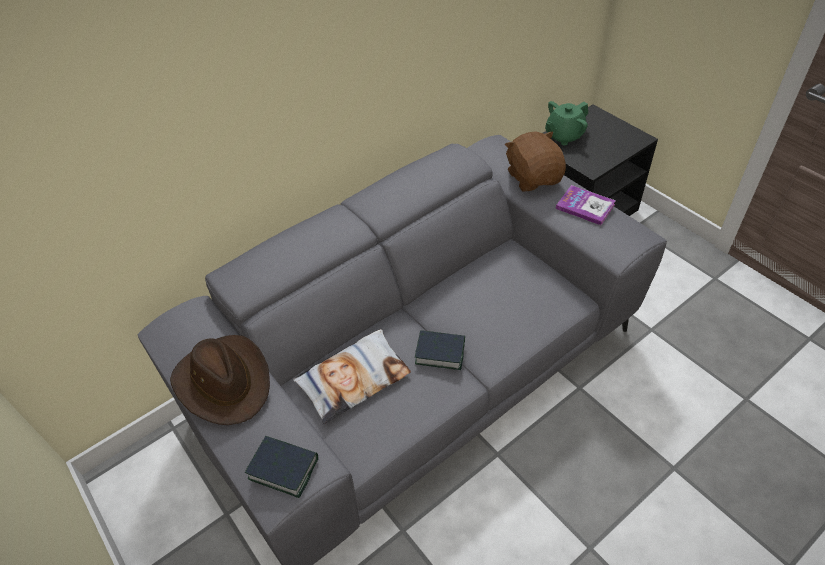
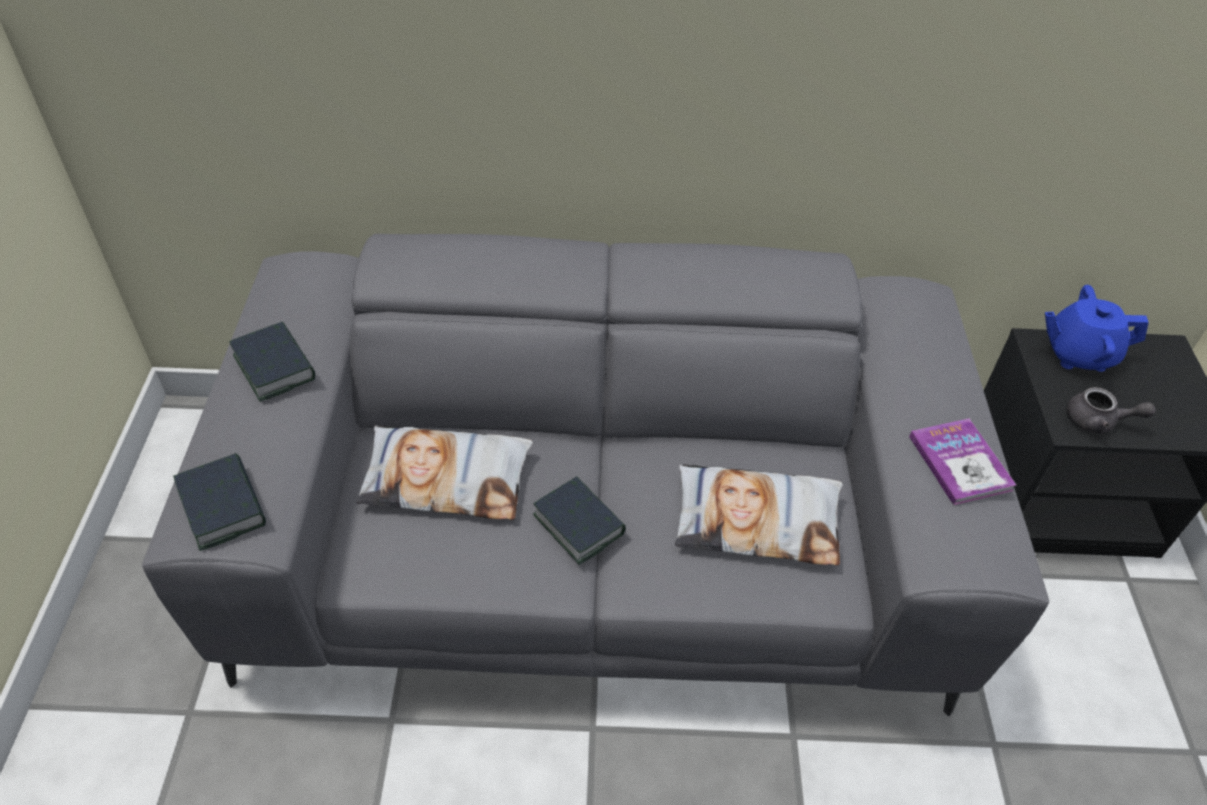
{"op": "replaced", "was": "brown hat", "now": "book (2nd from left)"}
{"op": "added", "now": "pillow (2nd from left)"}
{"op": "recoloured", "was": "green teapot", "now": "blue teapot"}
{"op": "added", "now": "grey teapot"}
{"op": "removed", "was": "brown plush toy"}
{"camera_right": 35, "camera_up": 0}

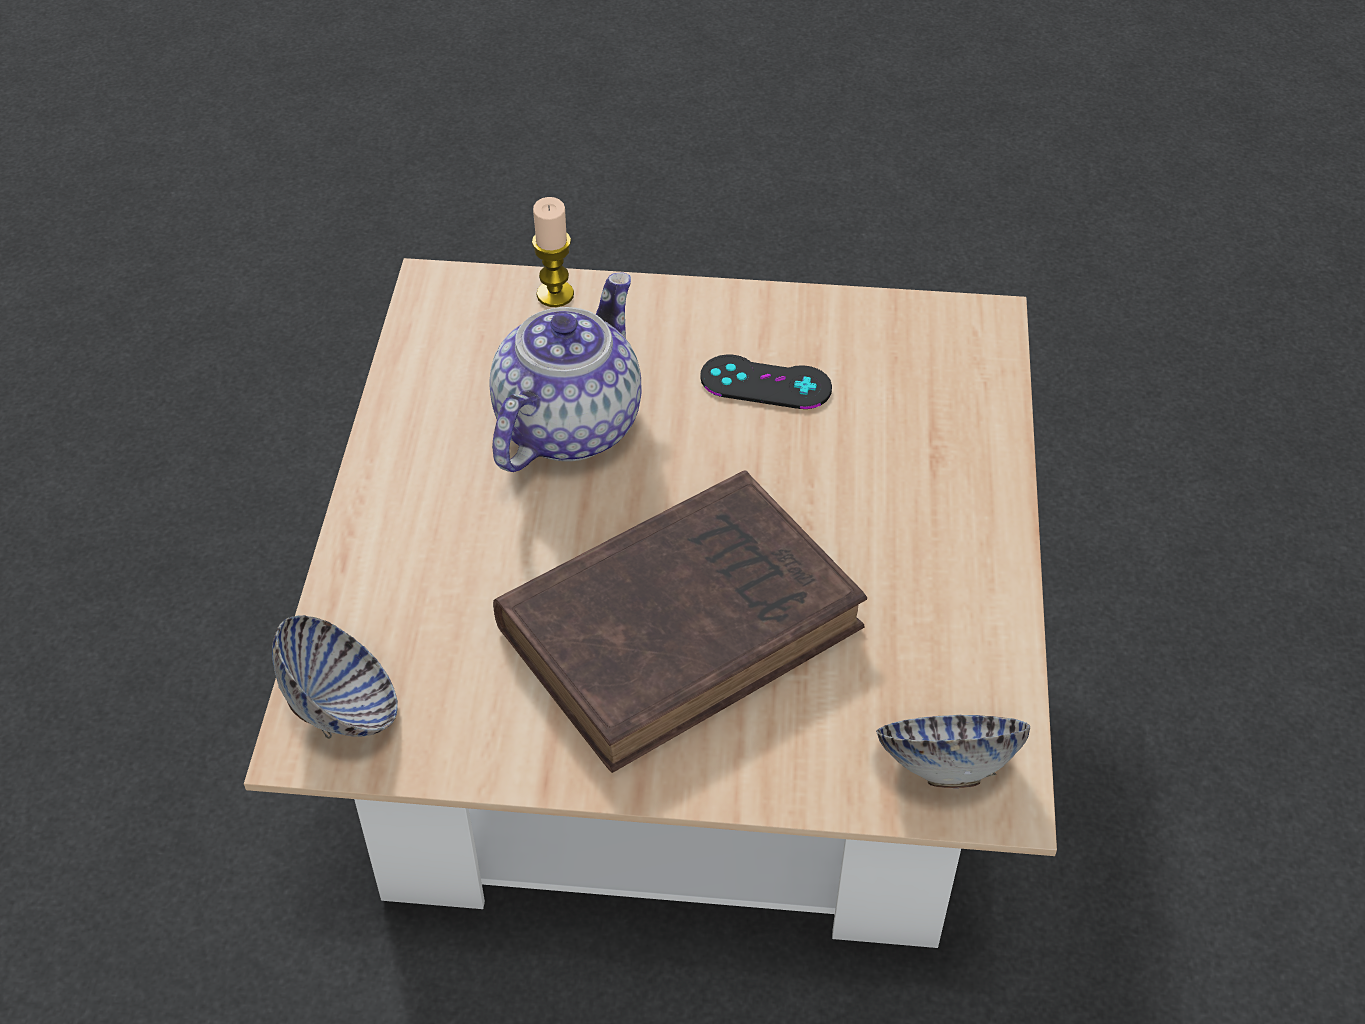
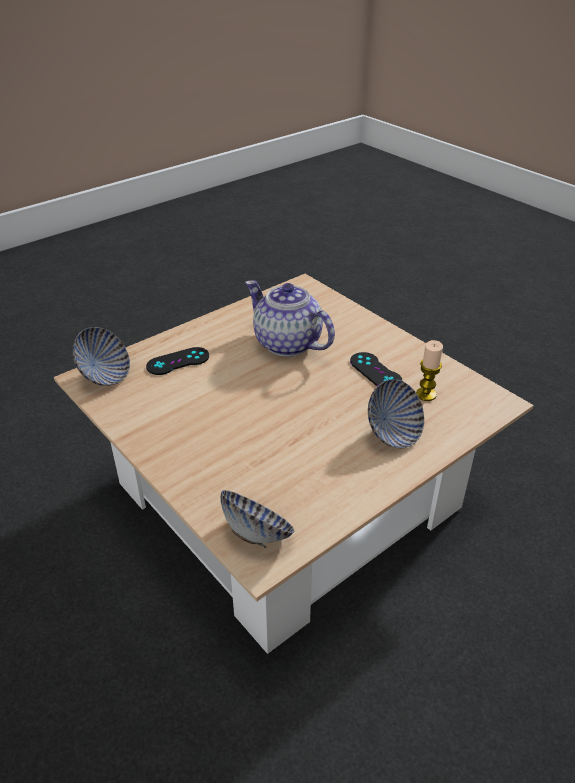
{"op": "added", "now": "black game controller (1st from left)"}
{"op": "turned", "was": "teapot", "clockwise": -120}
{"op": "added", "now": "bowl (3rd from left)"}
{"op": "moved", "was": "candle"}
{"op": "removed", "was": "brown book"}
{"camera_right": 45, "camera_up": -10}

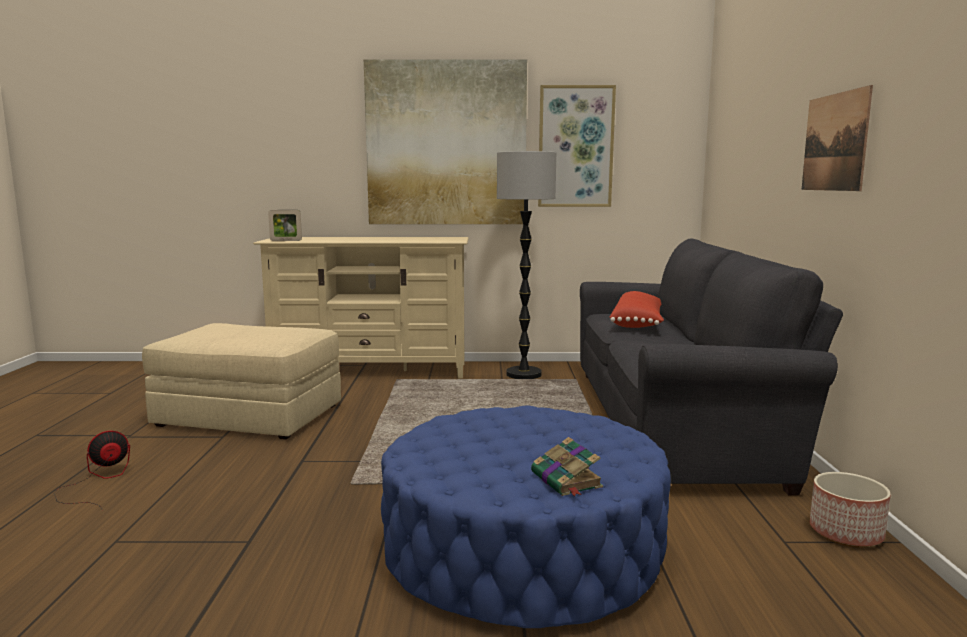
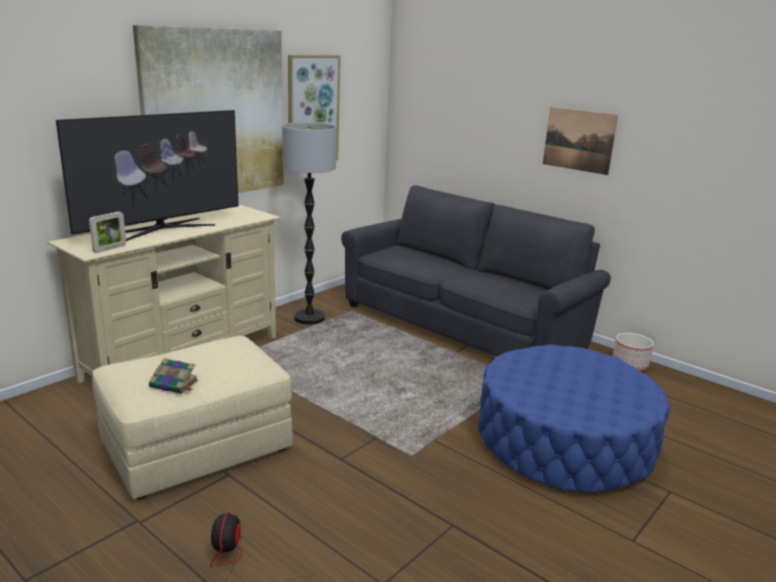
{"op": "added", "now": "television"}
{"op": "moved", "was": "book"}
{"op": "removed", "was": "red pillow"}
{"camera_right": -50, "camera_up": 10}

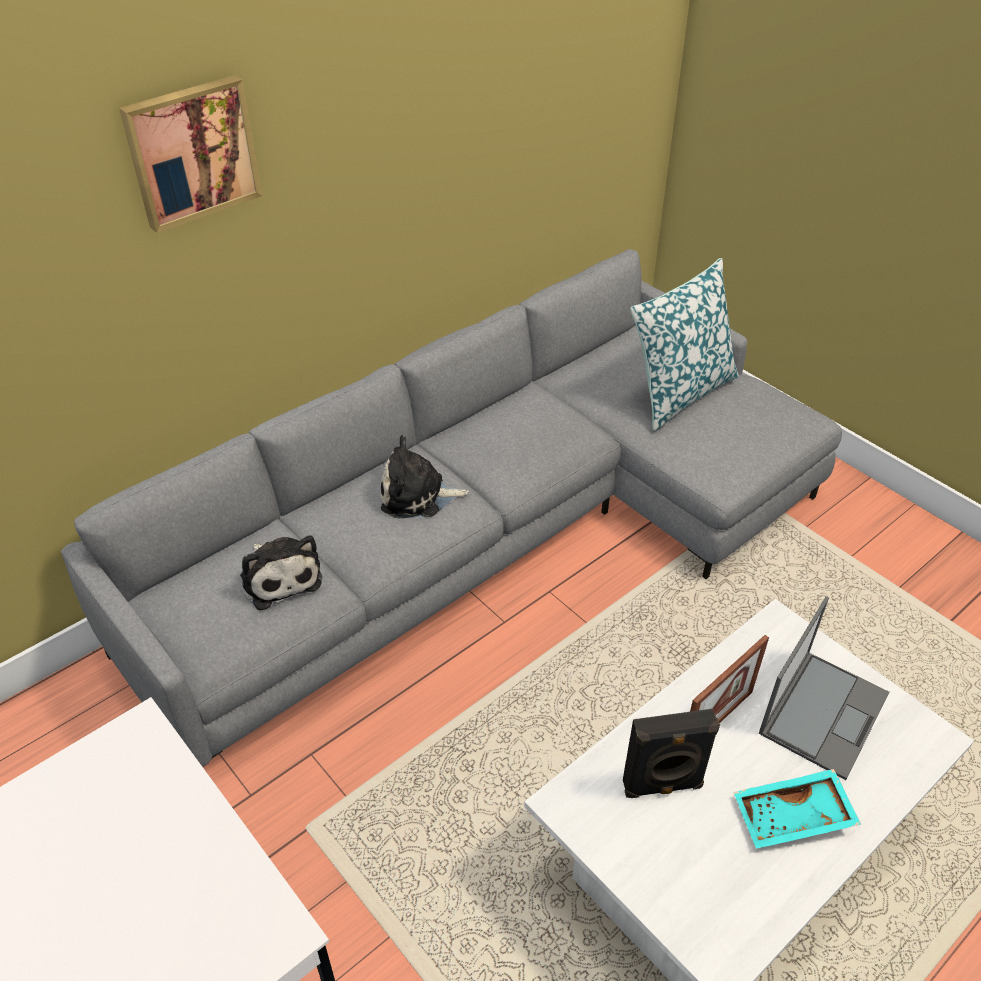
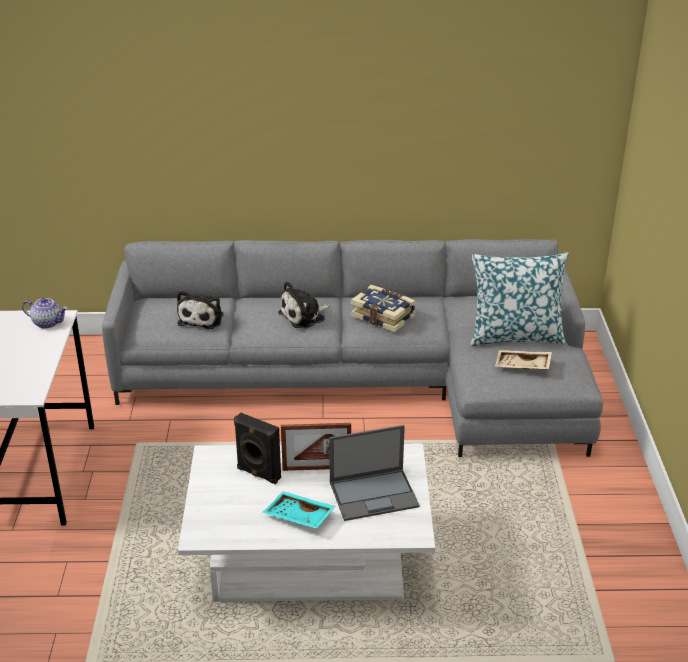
{"op": "added", "now": "teapot"}
{"op": "turned", "was": "plush toy (2nd from left)", "clockwise": -75}
{"op": "added", "now": "book"}
{"op": "added", "now": "beige tray"}
{"op": "removed", "was": "picture"}
{"camera_right": 40, "camera_up": -10}

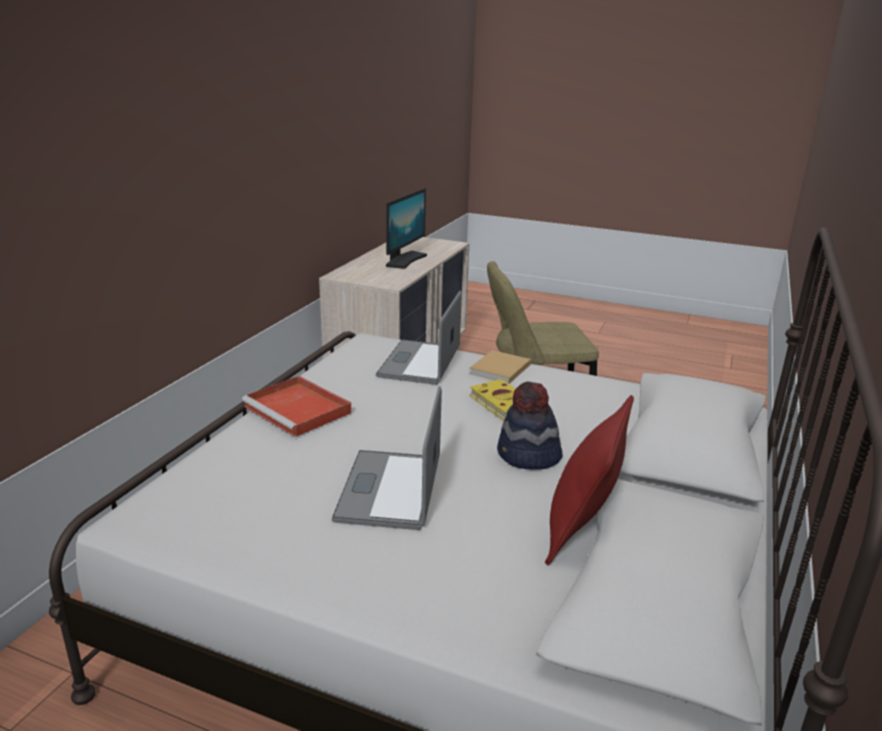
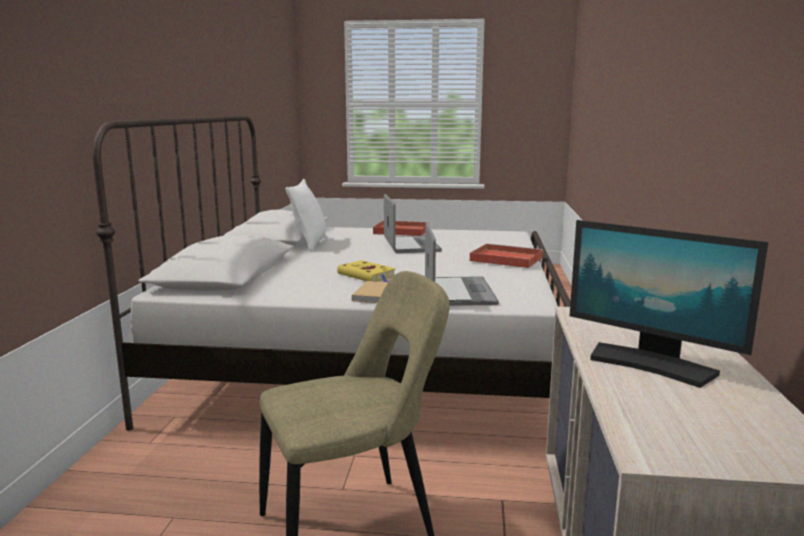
{"op": "recoloured", "was": "red pillow", "now": "white pillow"}
{"op": "added", "now": "red tray (1st from left)"}
{"op": "turned", "was": "monitor", "clockwise": -60}
{"op": "removed", "was": "hat"}
{"camera_right": 165, "camera_up": -10}

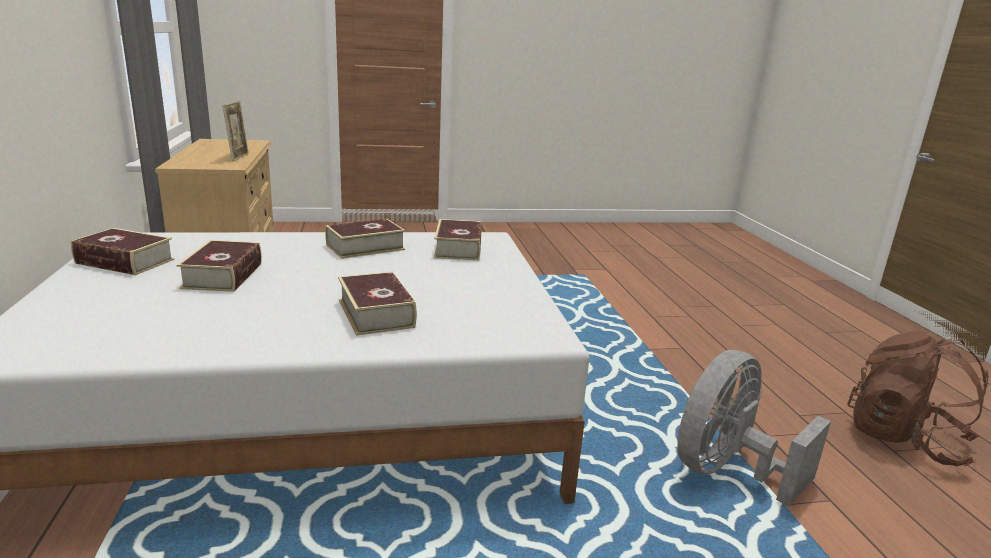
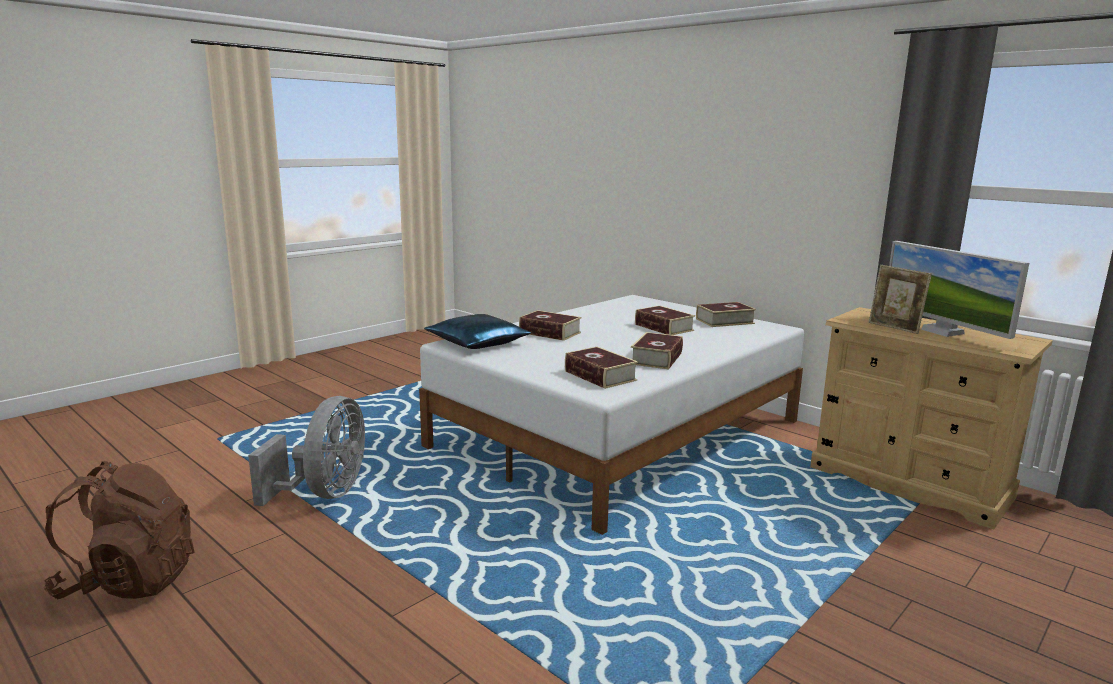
{"op": "added", "now": "blue pillow"}
{"op": "added", "now": "monitor"}
{"camera_right": 145, "camera_up": -5}

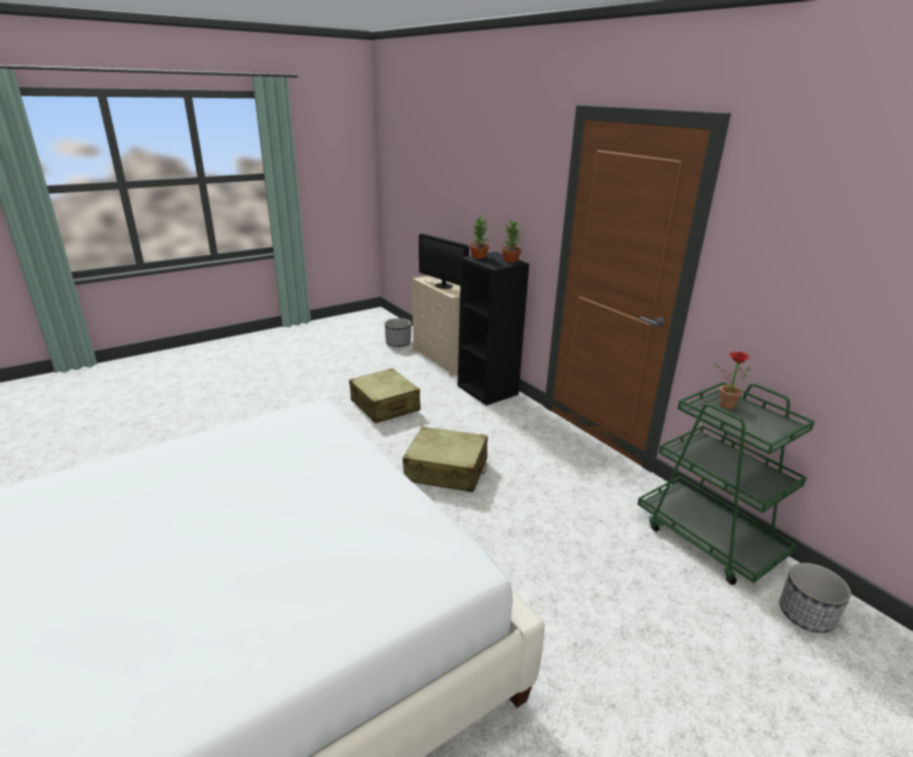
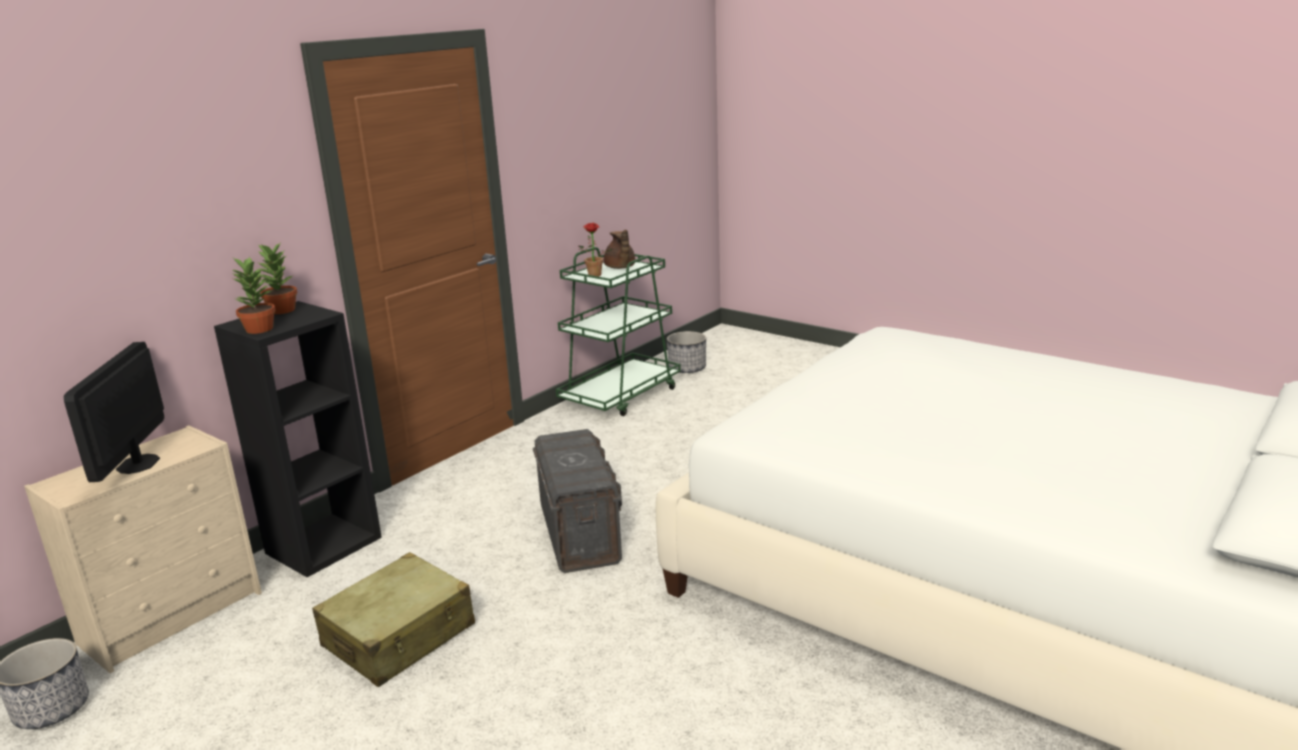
{"op": "turned", "was": "monitor", "clockwise": 150}
{"op": "replaced", "was": "beige suitcase (2nd from left)", "now": "grey storage box"}
{"op": "added", "now": "brown teapot"}
{"camera_right": -105, "camera_up": -5}

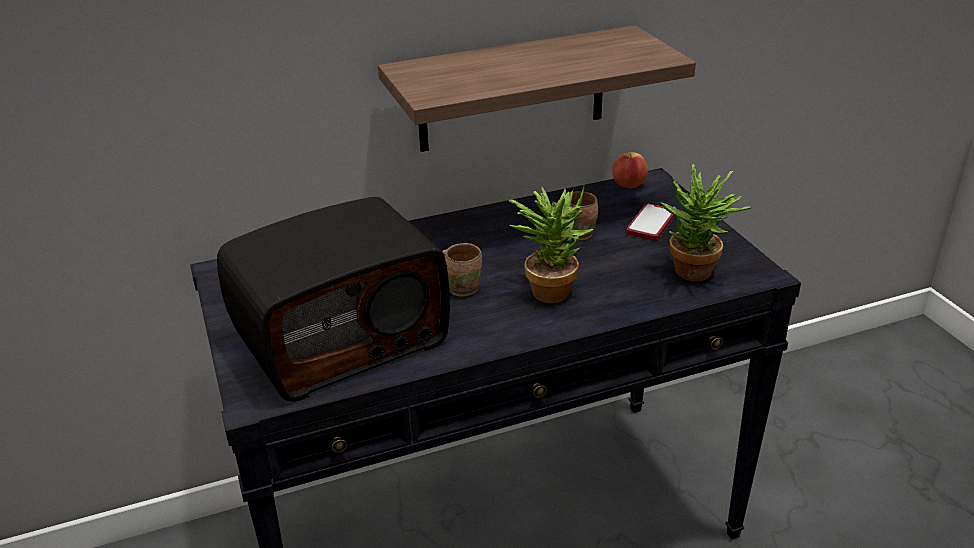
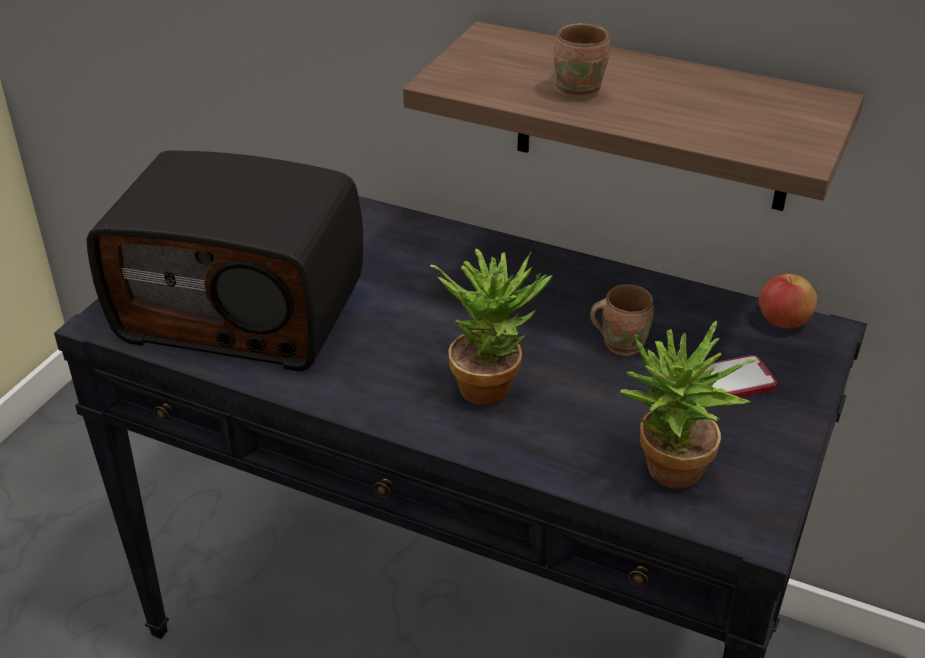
{"op": "moved", "was": "brown mug (1st from left)"}
{"camera_right": 45, "camera_up": 5}

